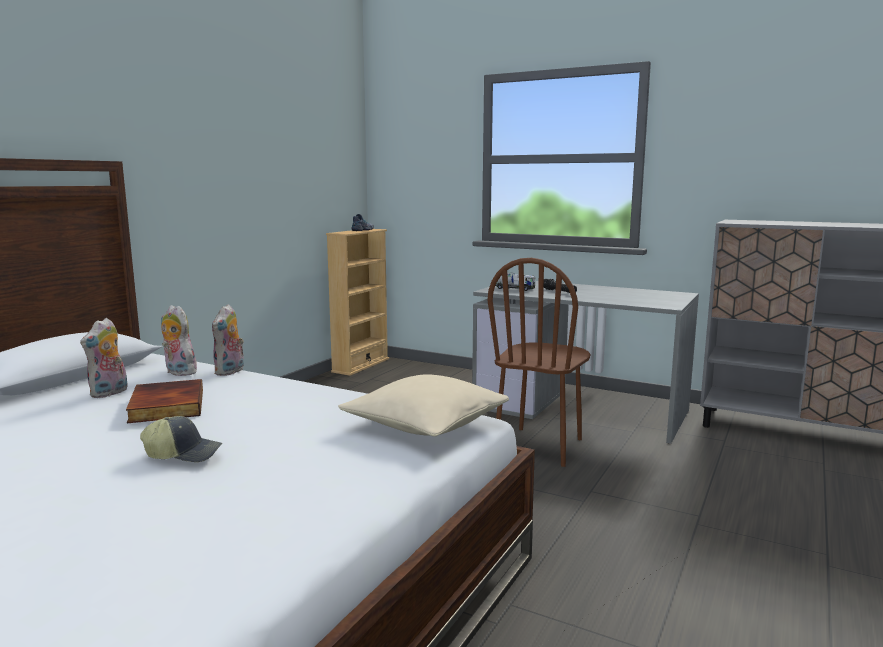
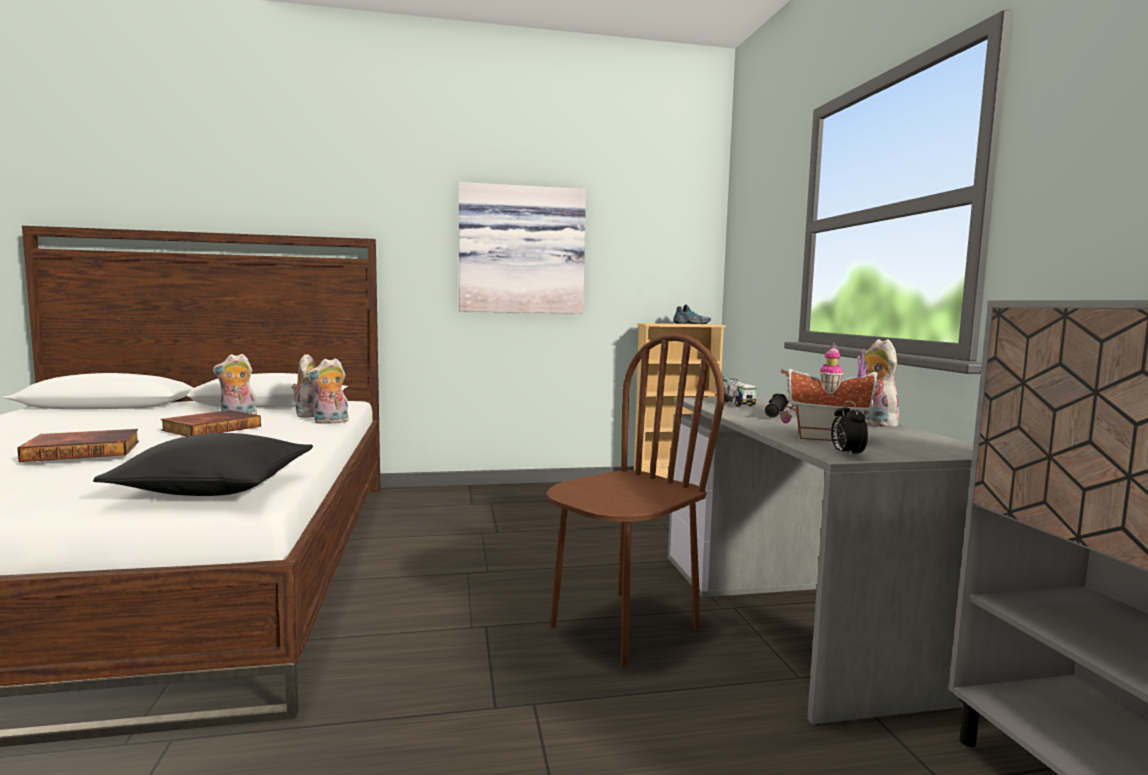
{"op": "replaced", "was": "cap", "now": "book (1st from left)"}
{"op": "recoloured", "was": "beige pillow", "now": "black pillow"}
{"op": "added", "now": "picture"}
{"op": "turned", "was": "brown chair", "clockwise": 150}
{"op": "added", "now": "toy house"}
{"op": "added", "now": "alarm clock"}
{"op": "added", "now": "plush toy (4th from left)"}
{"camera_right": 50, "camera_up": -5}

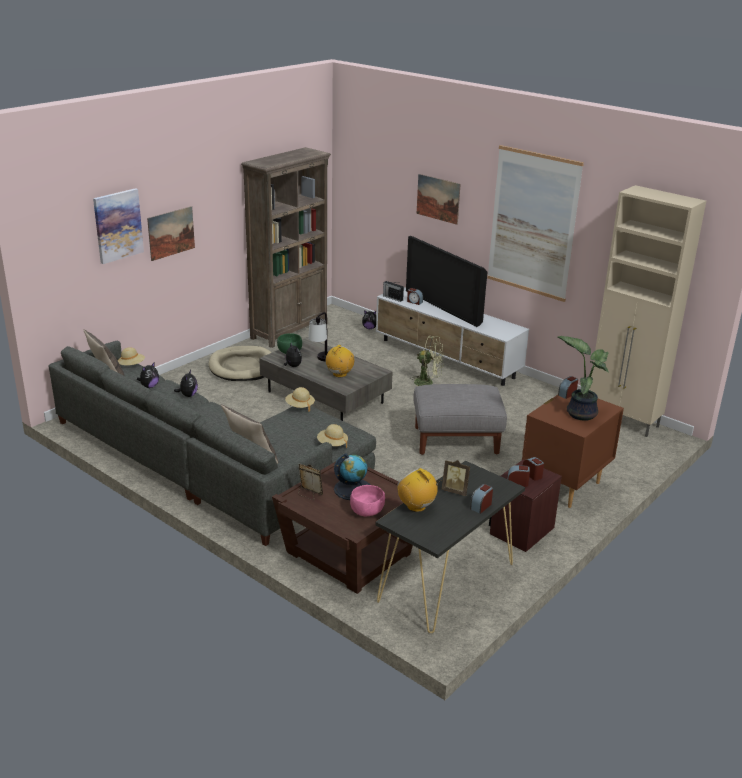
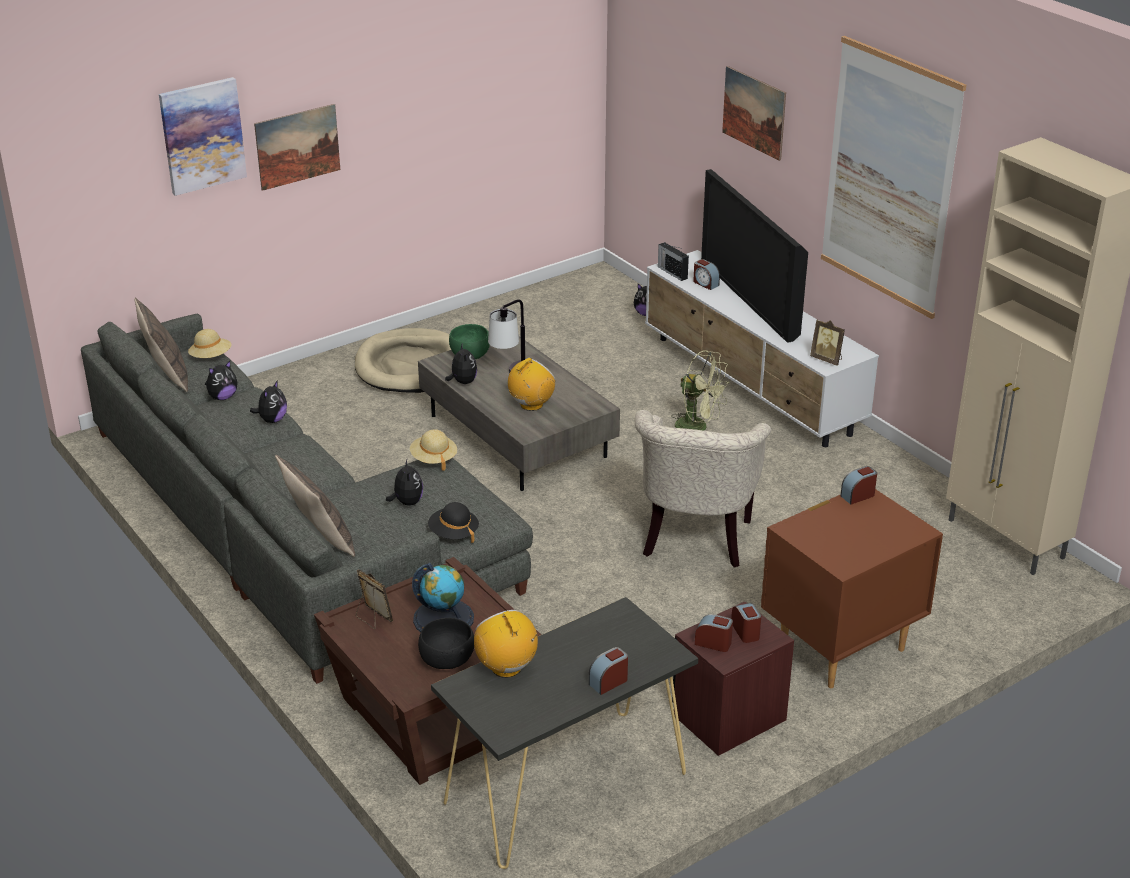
{"op": "added", "now": "plush toy (3rd from left)"}
{"op": "recoloured", "was": "pink bowl", "now": "black bowl"}
{"op": "recoloured", "was": "beige hat (3rd from left)", "now": "black hat"}
{"op": "replaced", "was": "grey ottoman", "now": "beige armchair"}
{"op": "moved", "was": "picture frame (2nd from left)"}
{"op": "removed", "was": "brown bookcase"}
{"op": "removed", "was": "potted plant"}
{"camera_right": 15, "camera_up": 5}

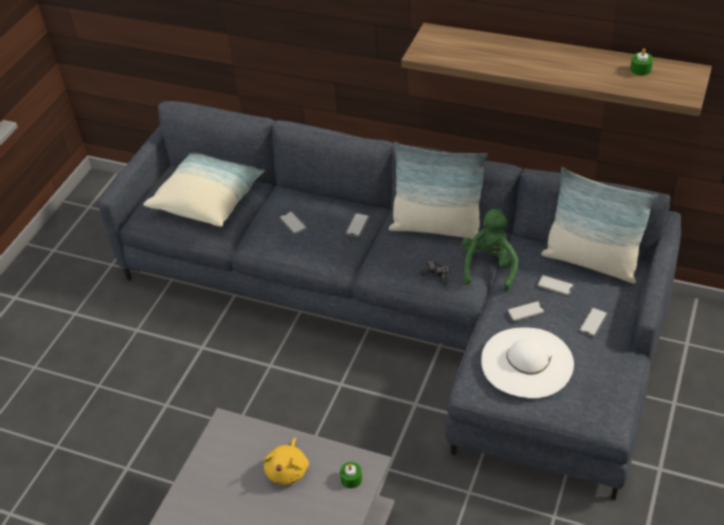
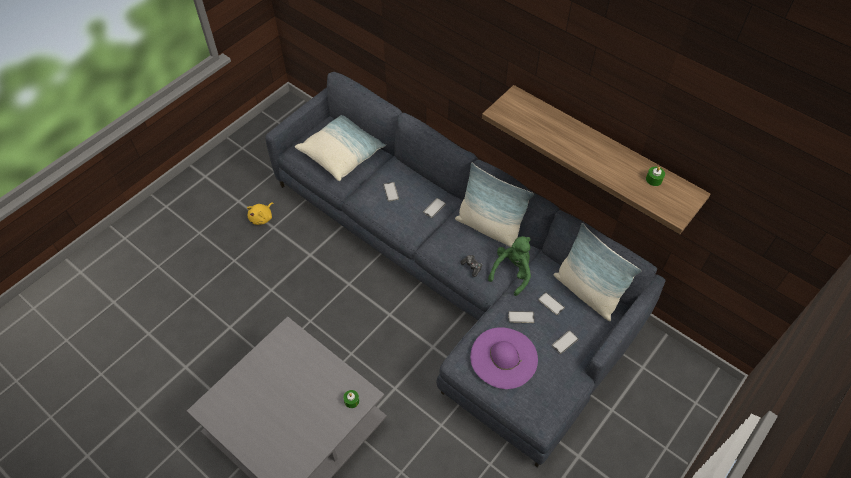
{"op": "moved", "was": "yellow plush toy"}
{"op": "recoloured", "was": "white hat", "now": "purple hat"}
{"camera_right": 15, "camera_up": 10}

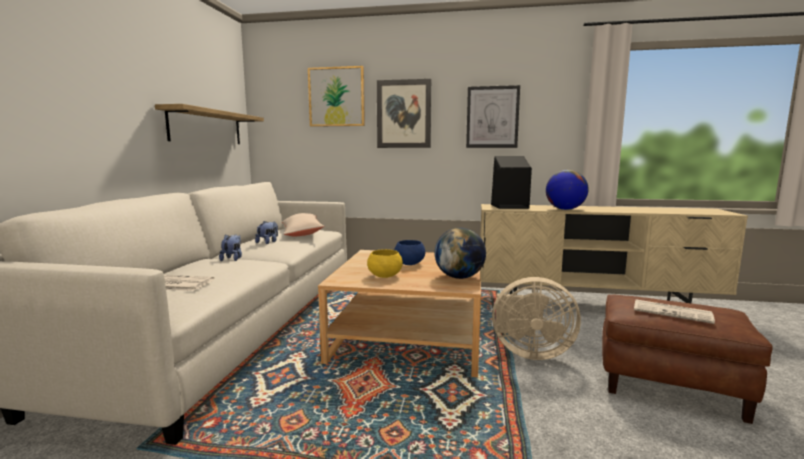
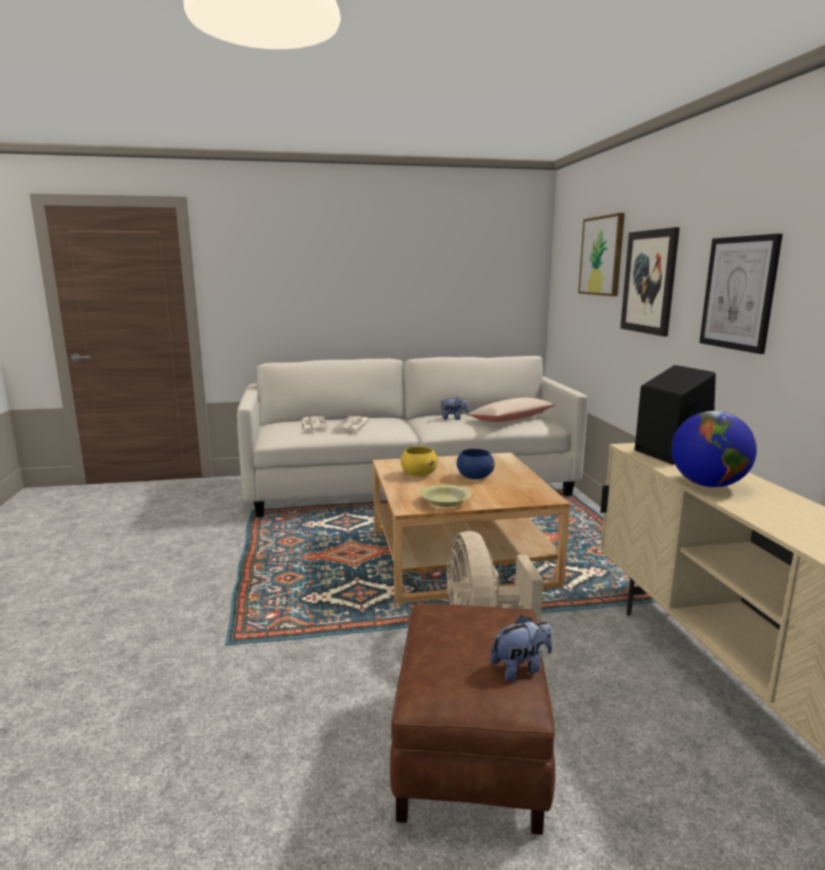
{"op": "moved", "was": "newspaper (2nd from left)"}
{"op": "replaced", "was": "globe (1st from left)", "now": "yellow bowl (2nd from left)"}
{"op": "moved", "was": "plush toy (1st from left in the first image)", "now": "plush toy (2nd from left)"}
{"op": "removed", "was": "shelf"}
{"camera_right": 70, "camera_up": 5}

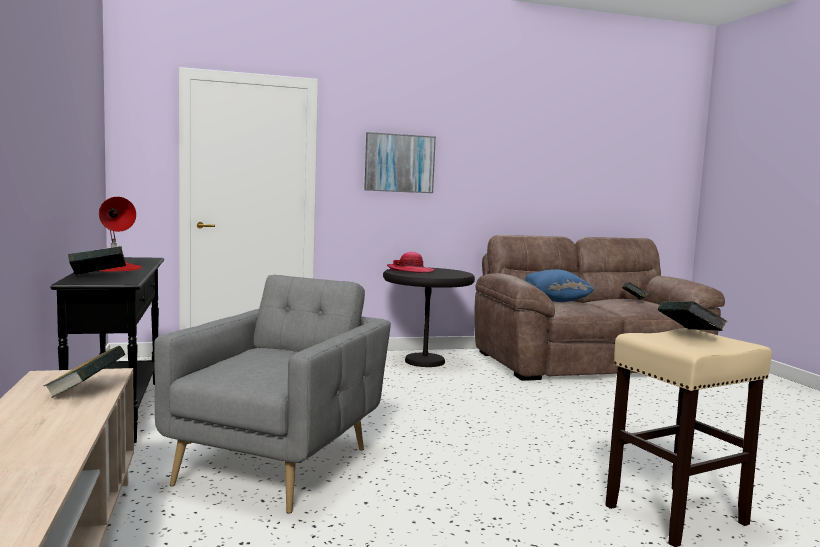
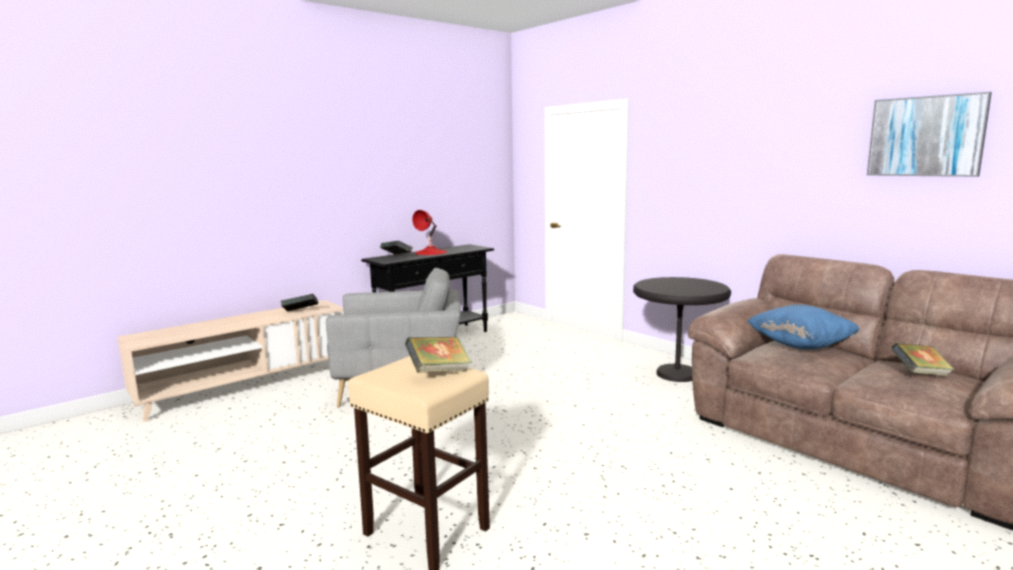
{"op": "moved", "was": "picture"}
{"op": "removed", "was": "hat"}
{"camera_right": 65, "camera_up": 5}

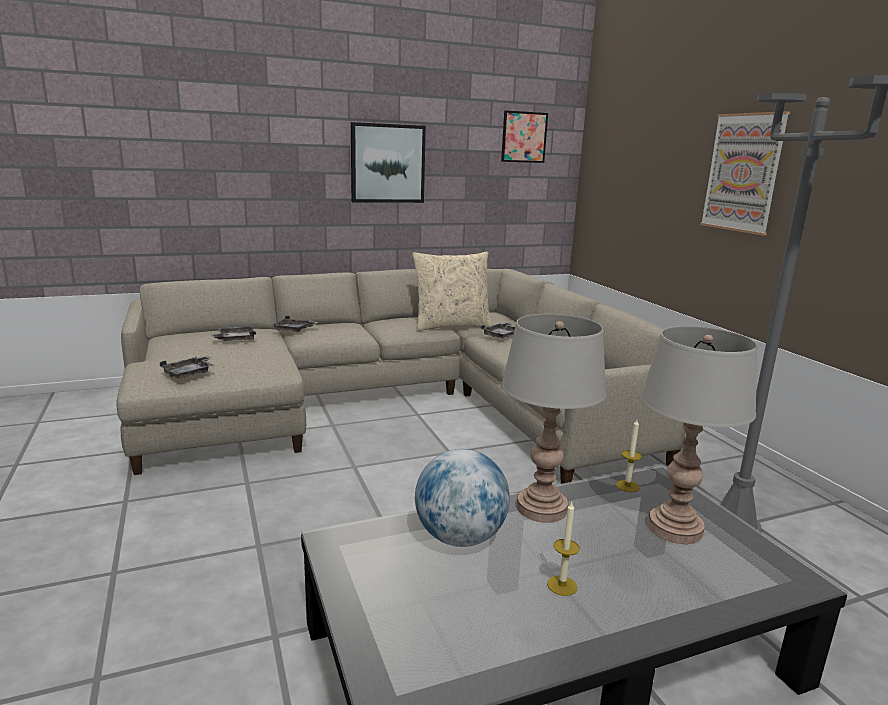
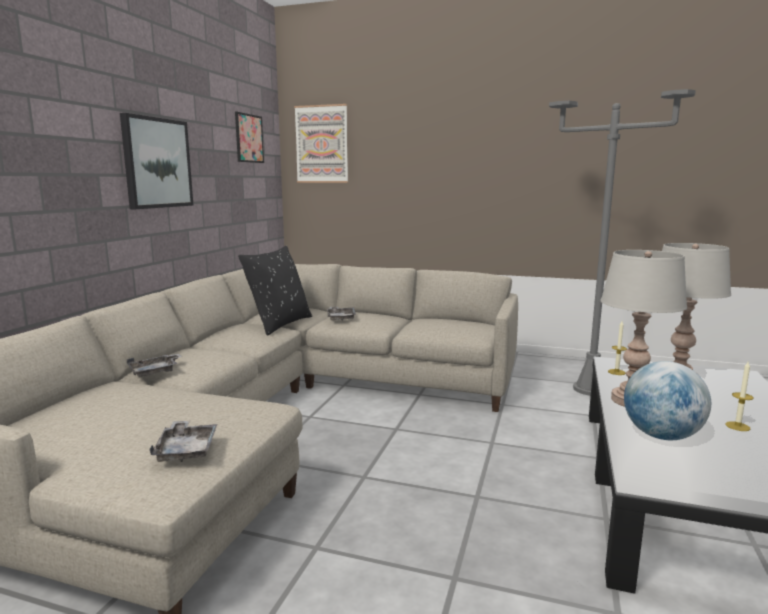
{"op": "recoloured", "was": "beige pillow", "now": "black pillow"}
{"op": "moved", "was": "picture (3rd from left)"}
{"op": "removed", "was": "grey tray (2nd from left)"}
{"camera_right": -50, "camera_up": -5}

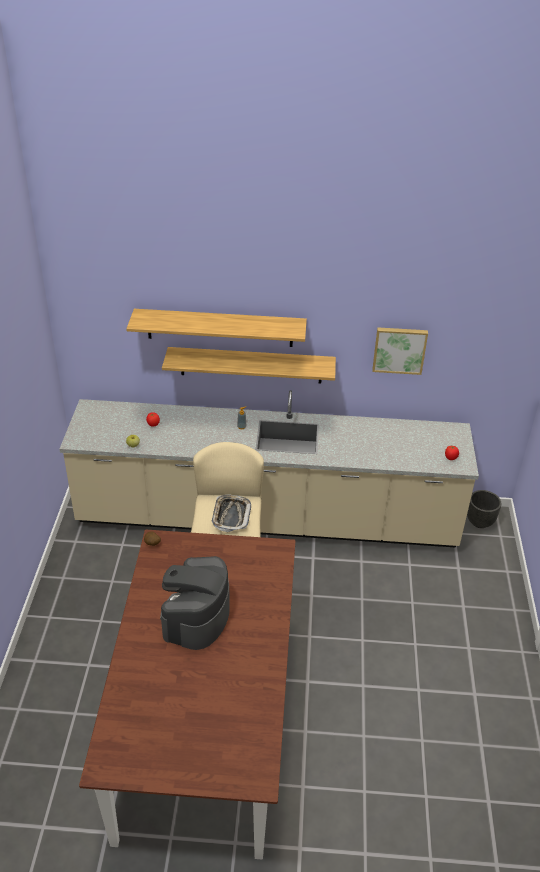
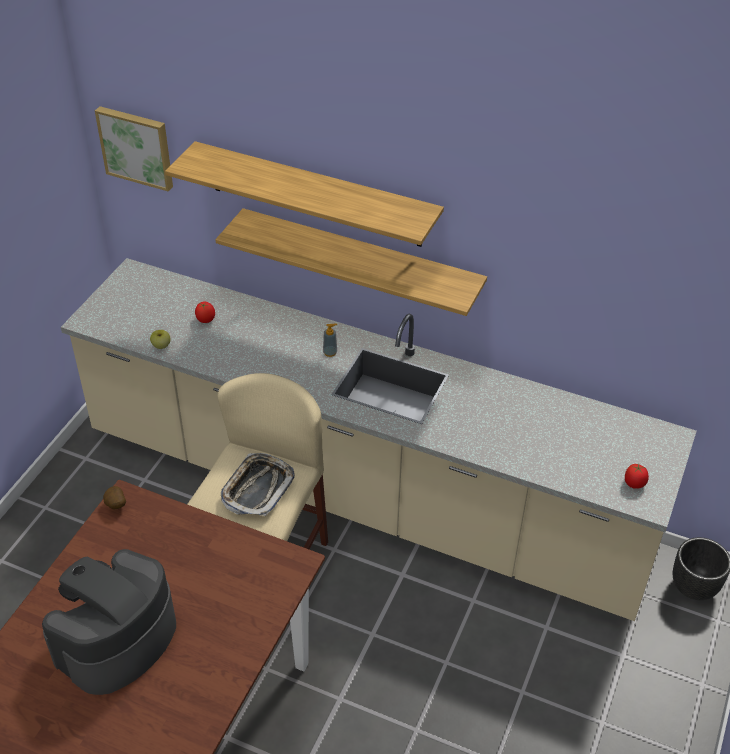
{"op": "moved", "was": "picture"}
{"camera_right": 20, "camera_up": 5}

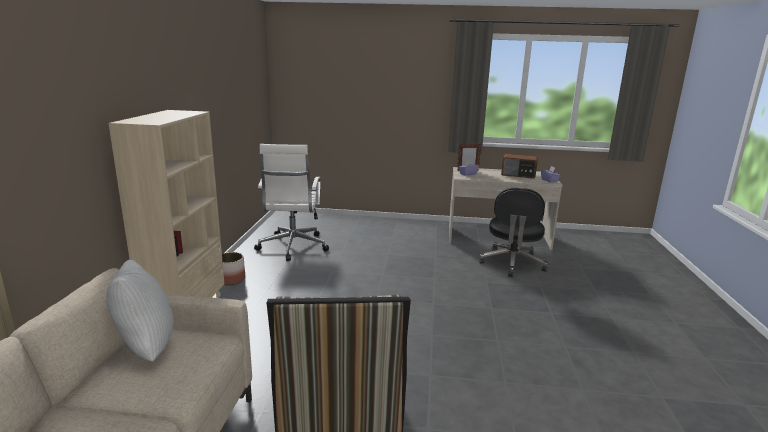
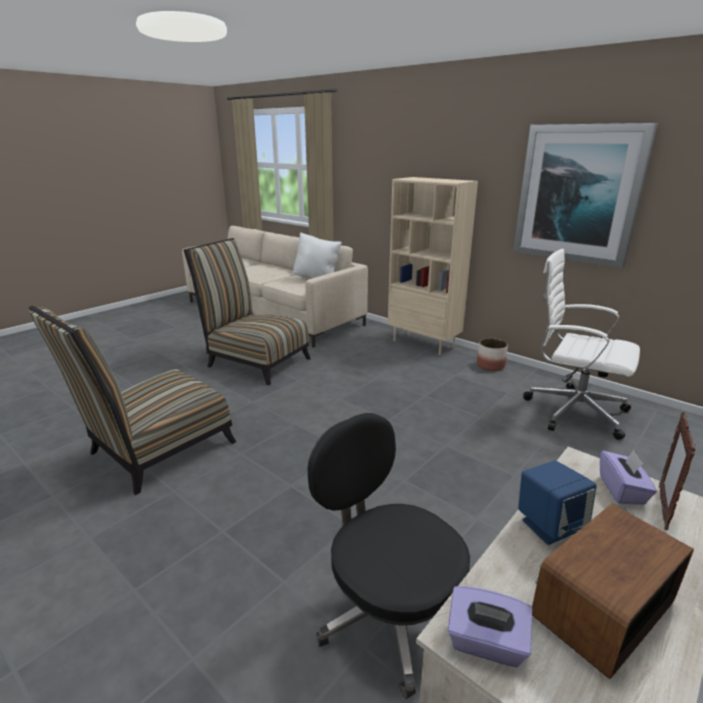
{"op": "added", "now": "chair (1st from left)"}
{"op": "added", "now": "picture"}
{"op": "added", "now": "blue speaker"}
{"camera_right": 125, "camera_up": 5}

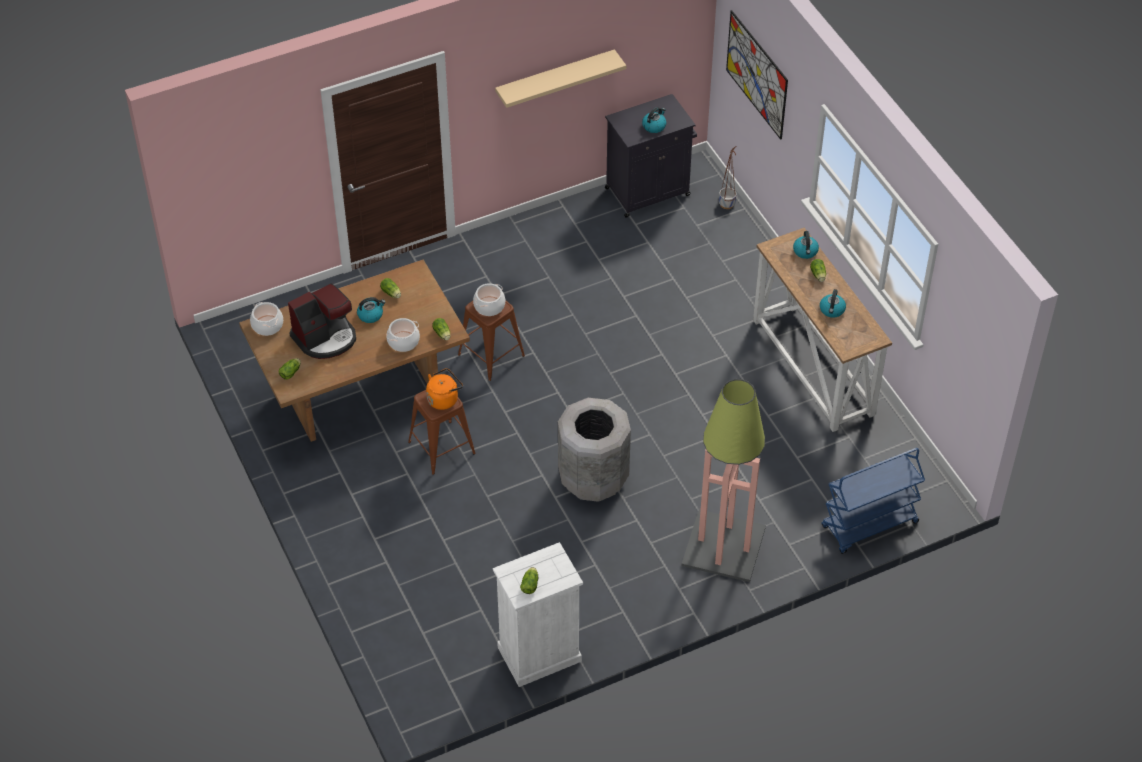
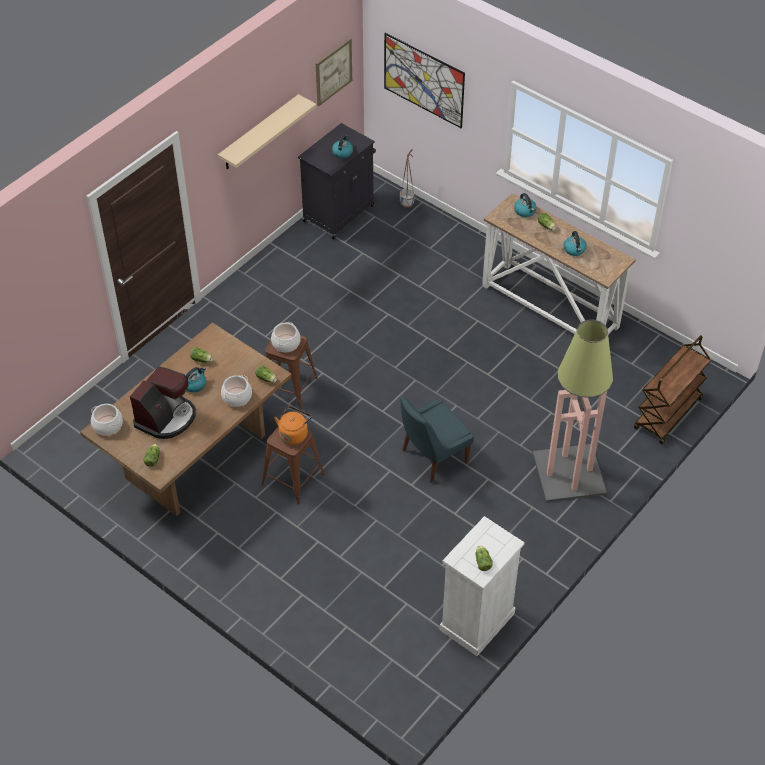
{"op": "added", "now": "picture (1st from left)"}
{"op": "replaced", "was": "grey trash can", "now": "blue chair"}
{"op": "recoloured", "was": "blue cart", "now": "brown cart"}
{"camera_right": -25, "camera_up": 0}

